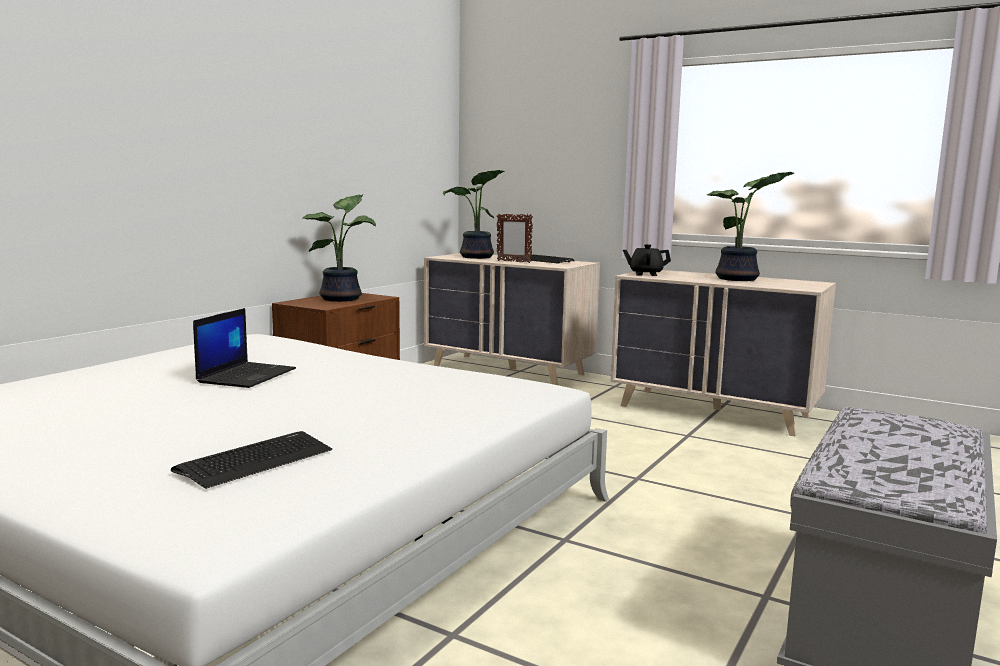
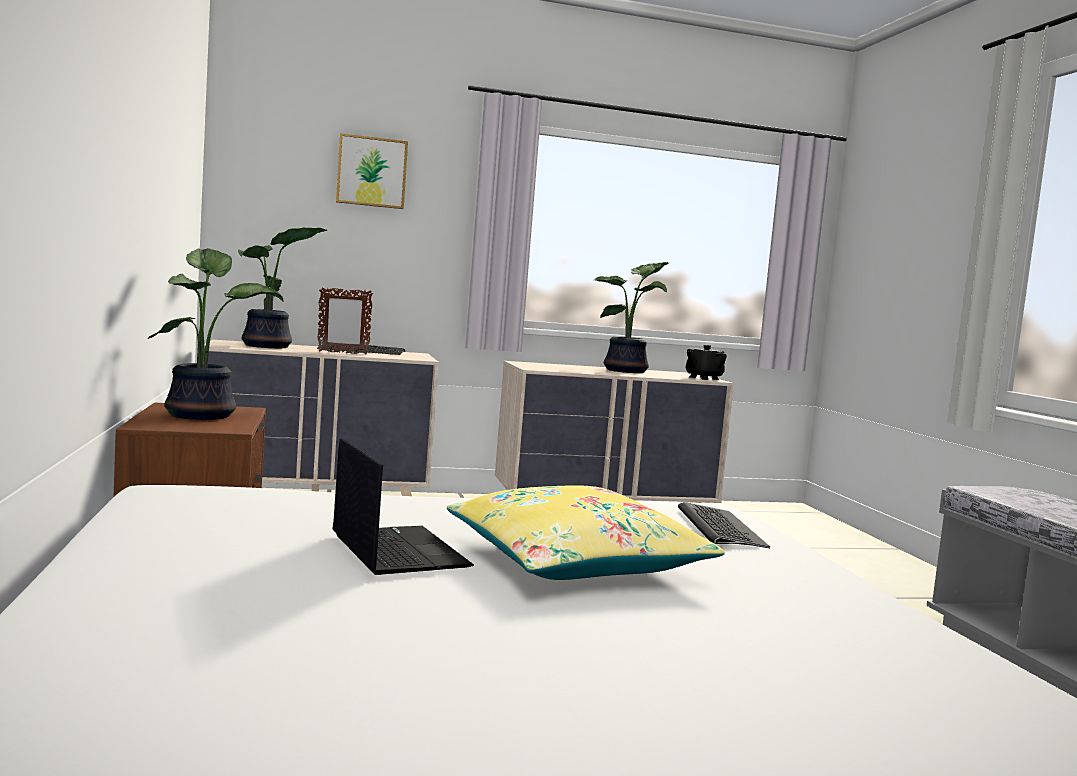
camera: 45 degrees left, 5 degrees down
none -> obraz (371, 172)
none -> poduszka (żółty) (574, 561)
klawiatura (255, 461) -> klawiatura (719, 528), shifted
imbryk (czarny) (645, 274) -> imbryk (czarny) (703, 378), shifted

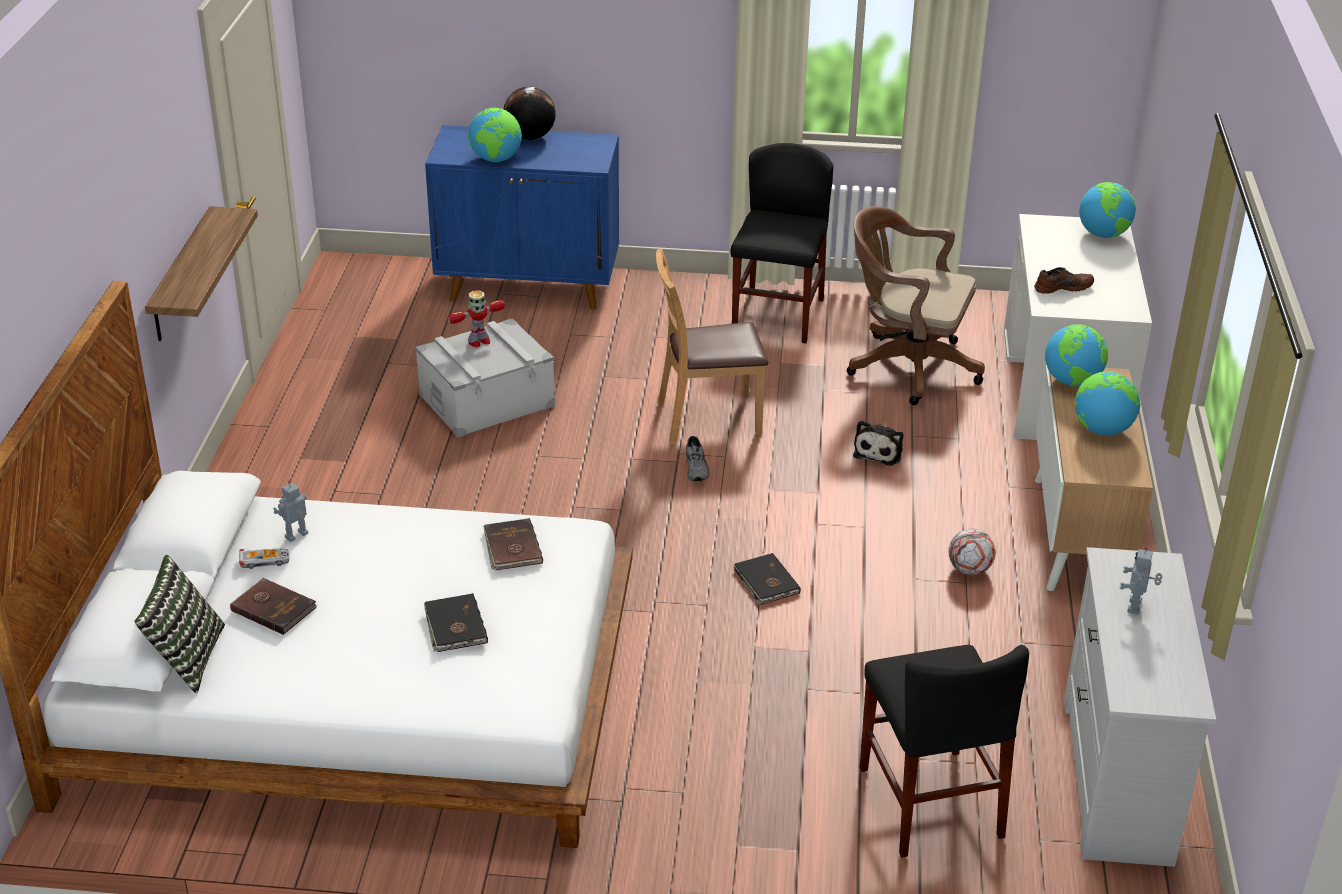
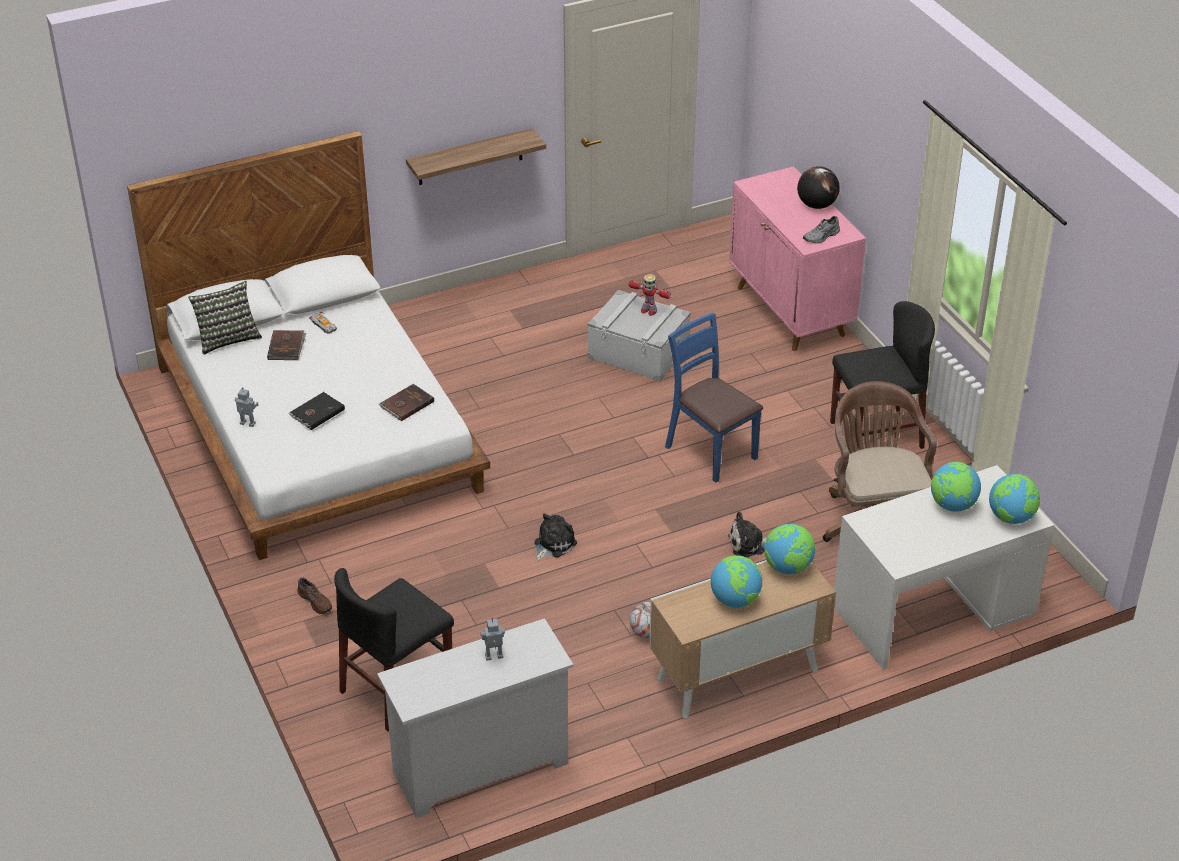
camera: 60 degrees right, 5 degrees up
robot zabawkowy (297, 536) -> robot zabawkowy (247, 424), shifted
but (brązowy) (1062, 287) -> but (brązowy) (316, 601), shifted
książka (czarny) (766, 582) -> pluszak (553, 544)
krzesło (brązowy) (707, 418) -> krzesło (niebieski) (710, 451)
szafka (niebieski) (529, 287) -> szafka (różowy) (790, 312)
but (szary) (697, 468) -> but (szary) (822, 237), shifted
globus (496, 160) -> globus (952, 505), shifted

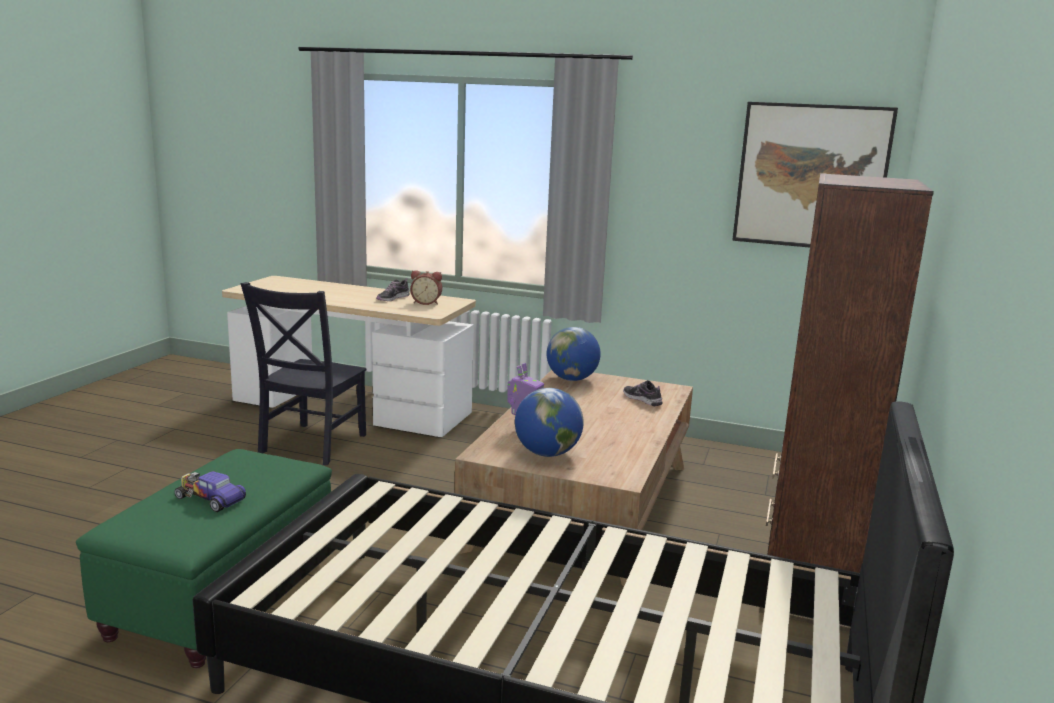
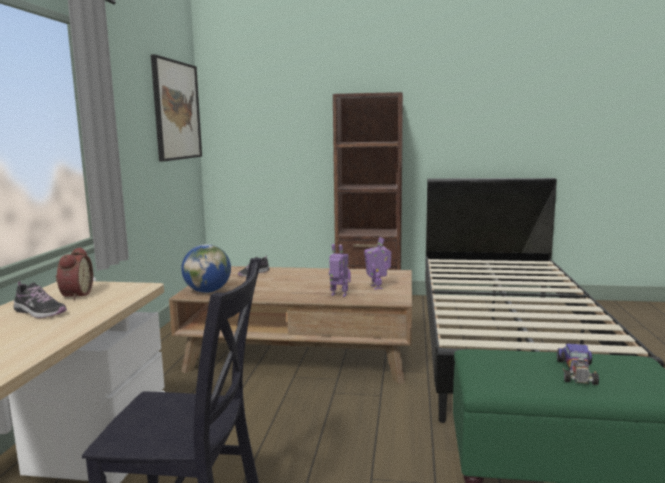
camera: 100 degrees left, 5 degrees down
globus (547, 453) -> robot zabawkowy (377, 287)

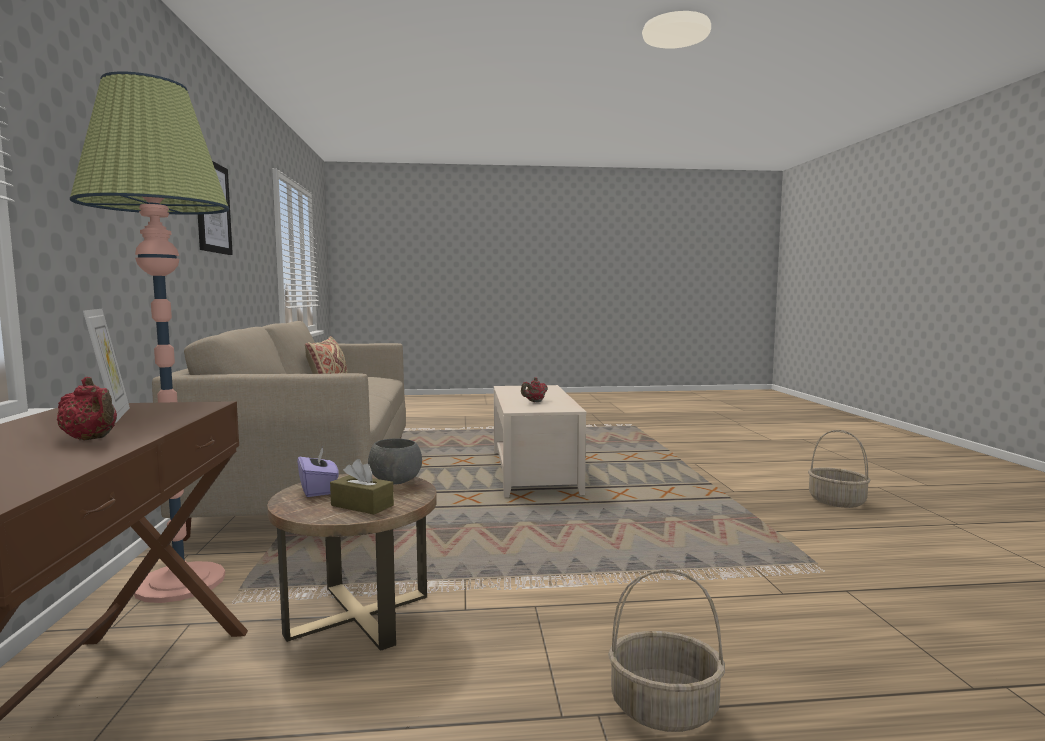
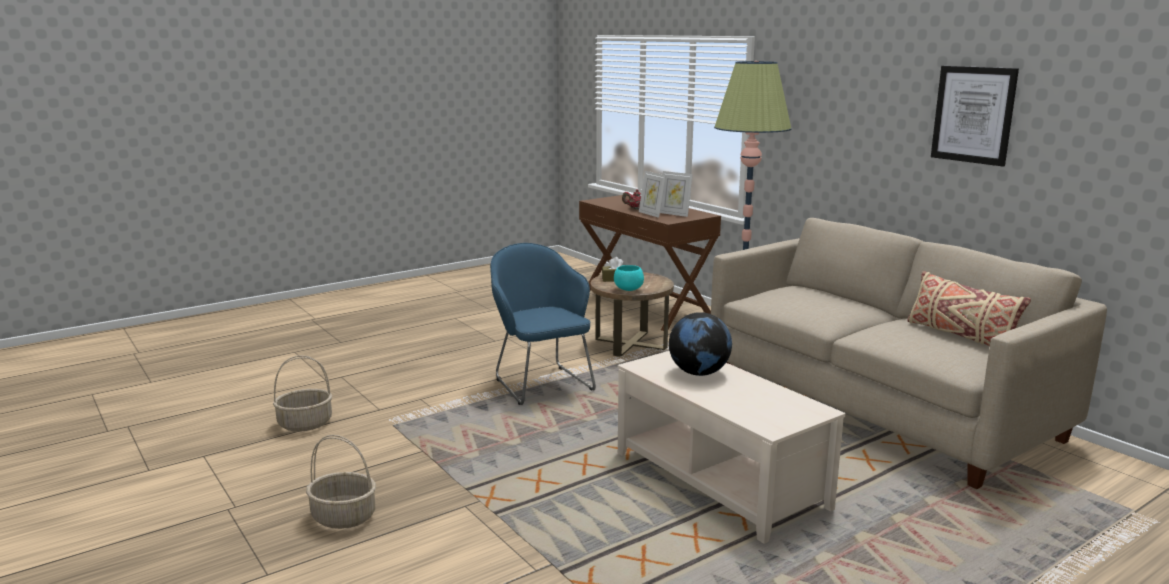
camera: 150 degrees right, 10 degrees up
koszyk (663, 709) -> koszyk (305, 423), shifted
none -> fotel (niebieski) (541, 383)
miska (szary) (395, 482) -> miska (turkusowy) (628, 289)
none -> ramka na zdjęcie (651, 214)
imbryk (czerwony) (534, 402) -> globus (699, 373)
pudełko chusteczek (fioletowy) (318, 489) -> none

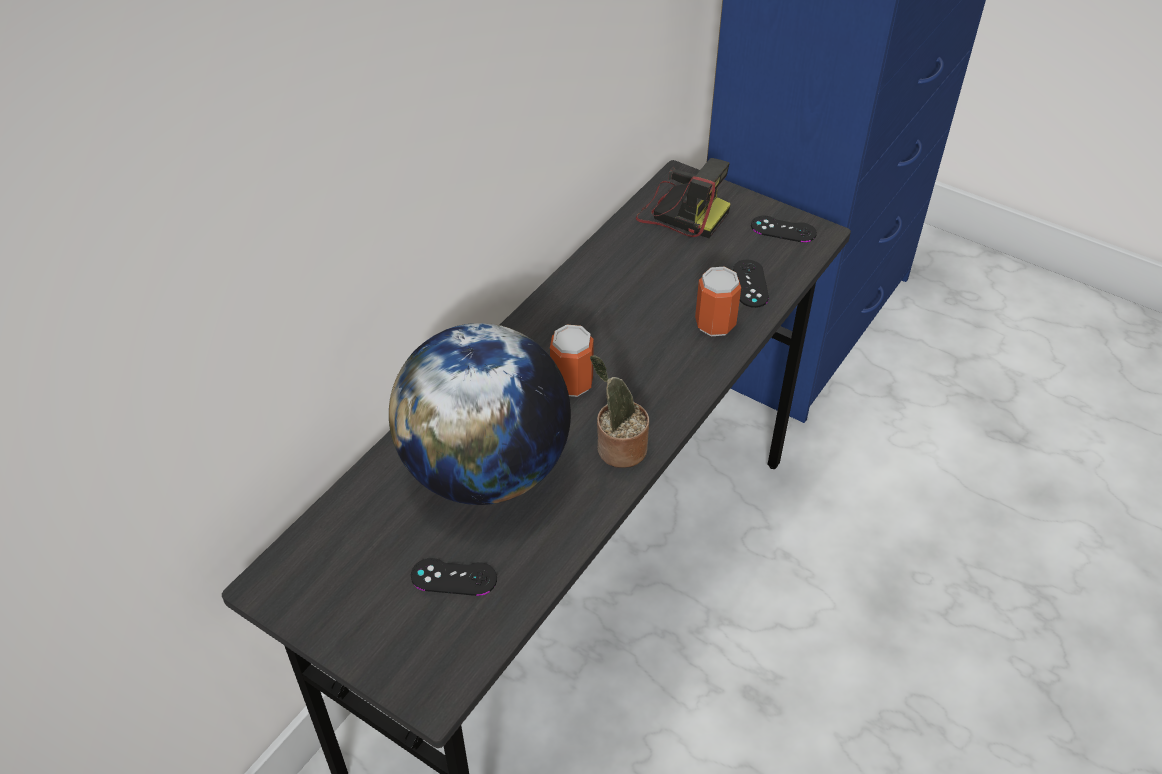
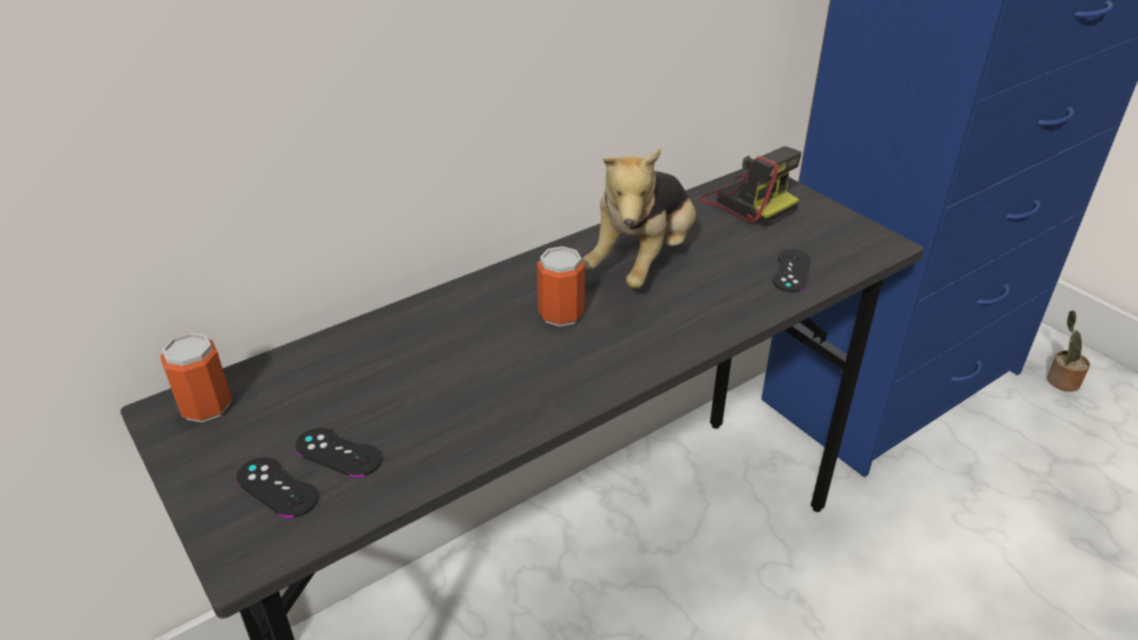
camera: 20 degrees right, 10 degrees down
puszka (715, 324) -> puszka (206, 406), shifted
pad do gier (czarny) (783, 229) -> pad do gier (czarny) (277, 487), shifted
none -> pluszak (642, 263)
roślina doniczkowa (618, 449) -> roślina doniczkowa (1060, 381), shifted
globus (486, 470) -> none

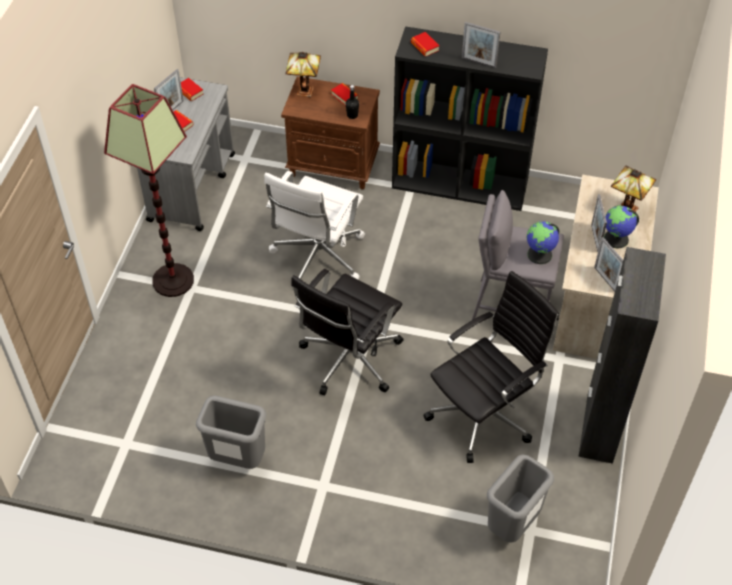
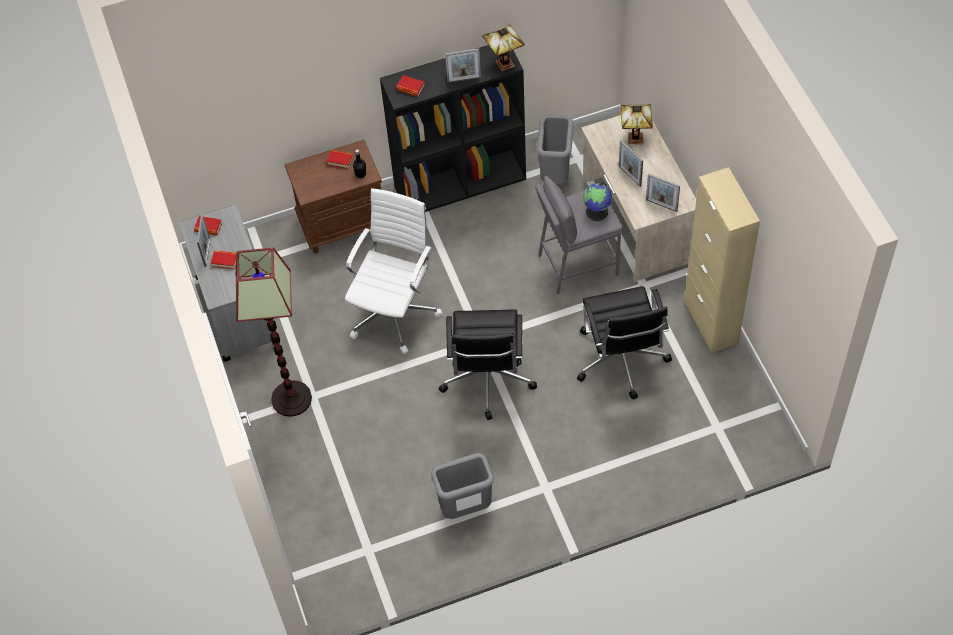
camera: 30 degrees left, 5 degrees up
krzesło biurowe (biały) (317, 257) -> krzesło biurowe (biały) (395, 311), 150 degrees counterclockwise
lampa stołowa (303, 91) -> lampa stołowa (504, 65), shifted
kosz na śmieci (szary) (513, 526) -> kosz na śmieci (szary) (555, 175), shifted
krzesło biurowe (czarny) (484, 414) -> krzesło biurowe (czarny) (621, 361), 150 degrees clockwise
szafka (czarny) (599, 428) -> szafka (beżowy) (711, 322)
globus (616, 239) -> none

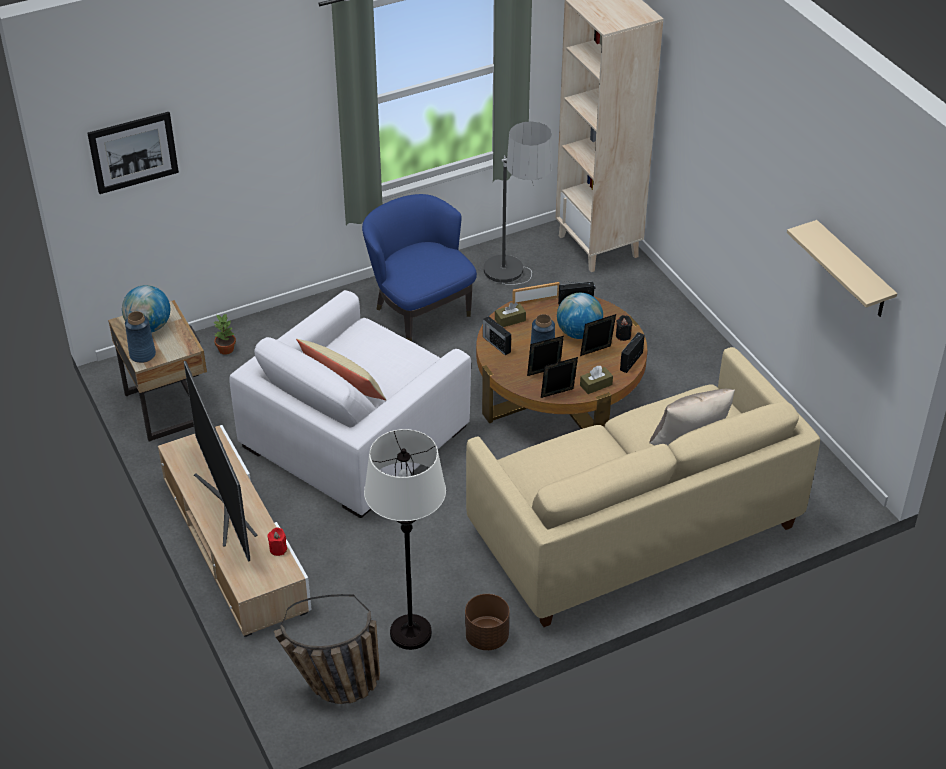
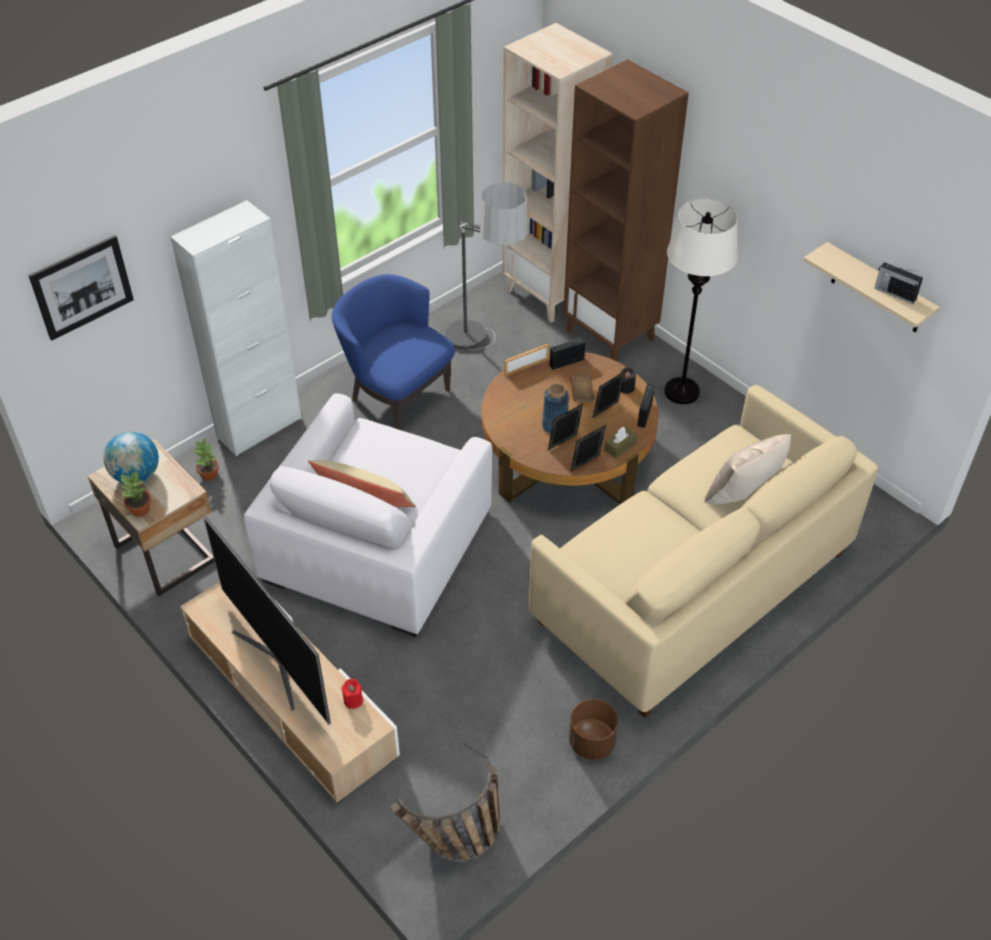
camera: 15 degrees left, 5 degrees up
wazon (niebieski) (142, 355) -> roślina doniczkowa (139, 510)
none -> szafka (biały) (259, 427)
none -> regał (brązowy) (611, 335)
globus (578, 333) -> książka (brązowy) (581, 393)
lampa stojąca (biały) (410, 633) -> lampa stojąca (biały) (681, 392), shifted
radio (496, 344) -> radio (894, 293), shifted
pudełko chusteczek (brązowy) (510, 320) -> none

